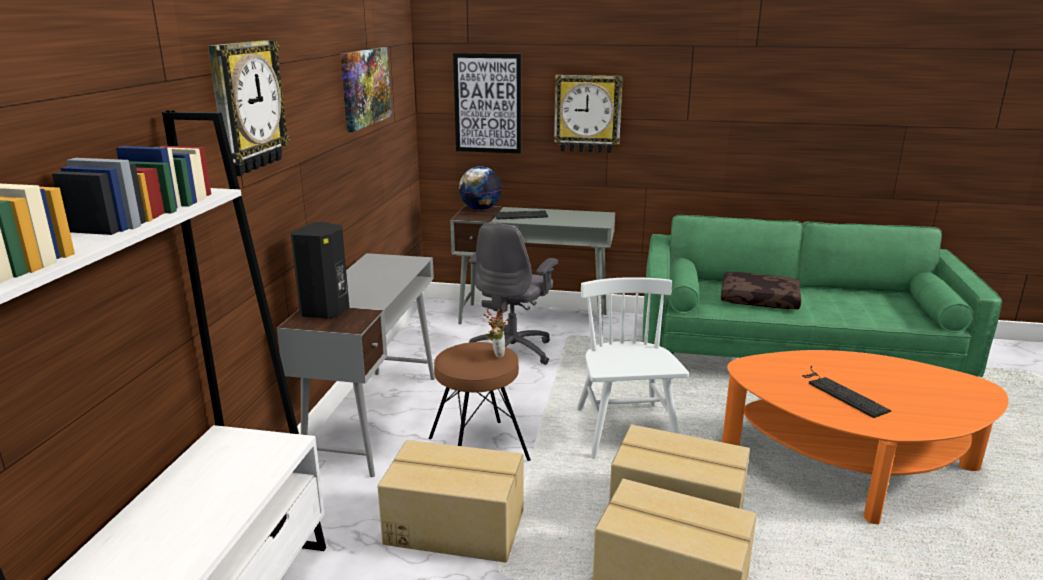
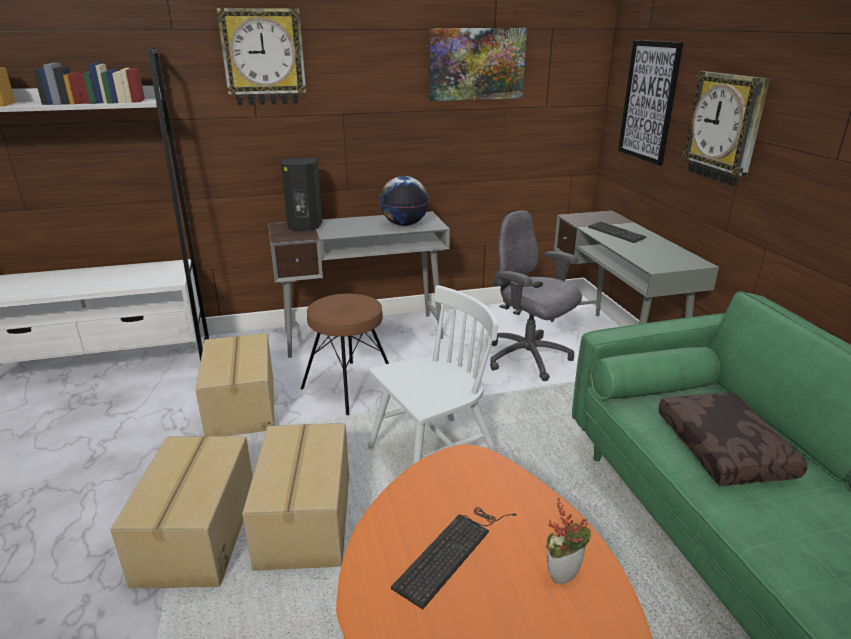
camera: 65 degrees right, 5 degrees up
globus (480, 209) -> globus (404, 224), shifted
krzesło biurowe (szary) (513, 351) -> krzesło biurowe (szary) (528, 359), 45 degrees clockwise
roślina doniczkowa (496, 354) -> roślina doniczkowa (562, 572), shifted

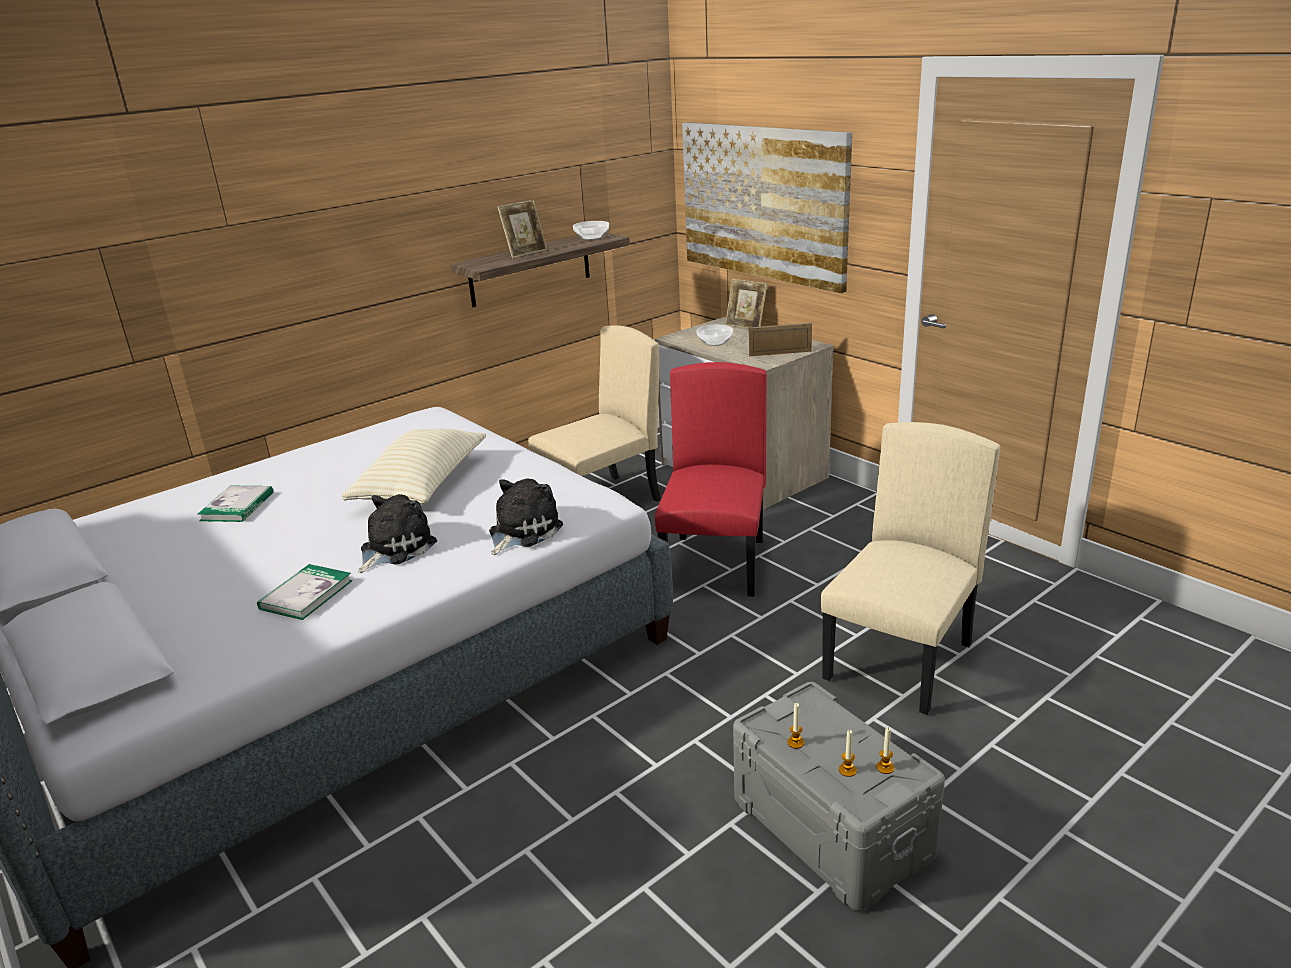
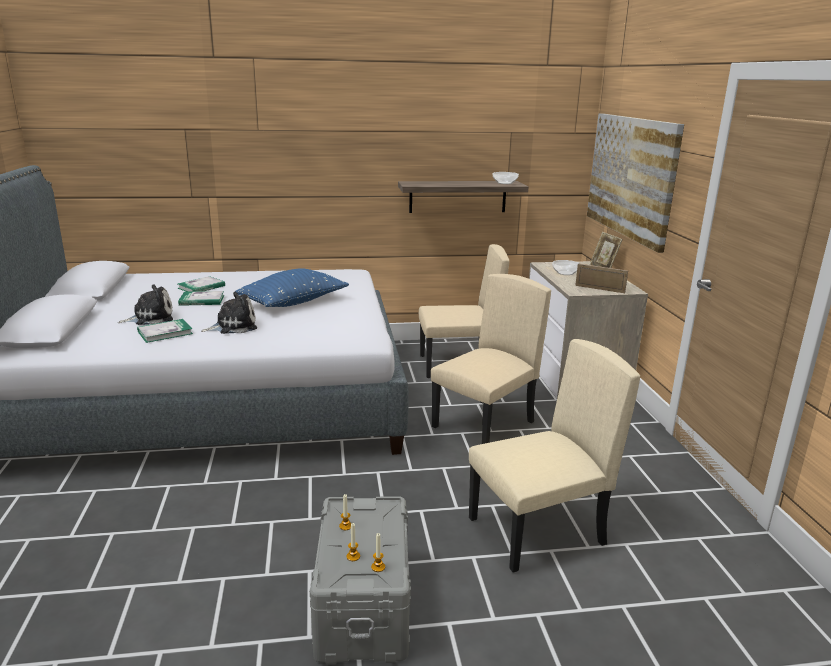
camera: 30 degrees right, 5 degrees down
pluszak (522, 531) -> pluszak (151, 318), shifted
none -> książka (202, 300)
poduszka (beżowy) (422, 485) -> poduszka (niebieski) (293, 302)
krzesło (czerwony) (716, 565) -> krzesło (beżowy) (484, 425)
ramka na zdjęcie (525, 253) -> none

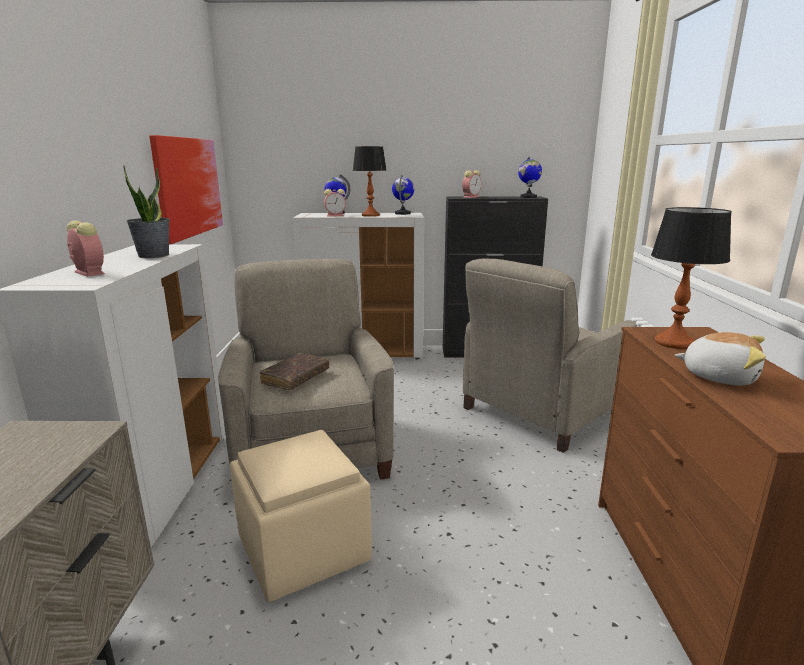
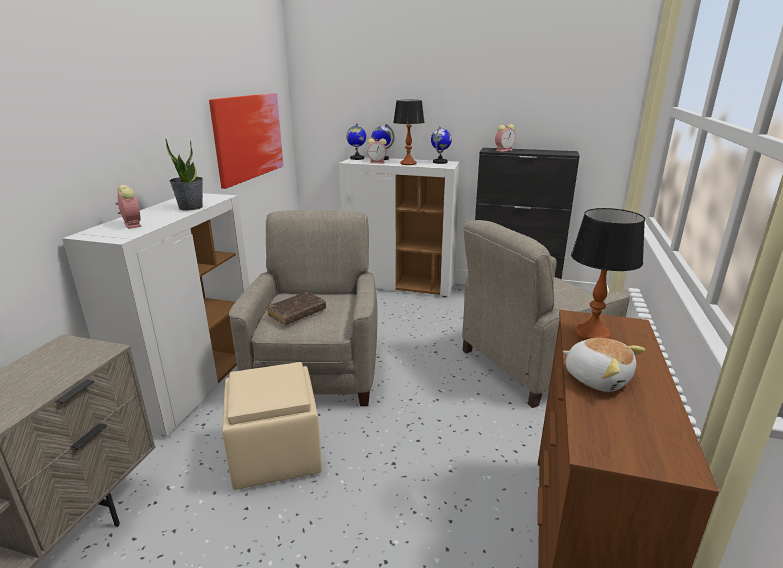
camera: 15 degrees right, 5 degrees up
globus (528, 197) -> globus (357, 158), shifted

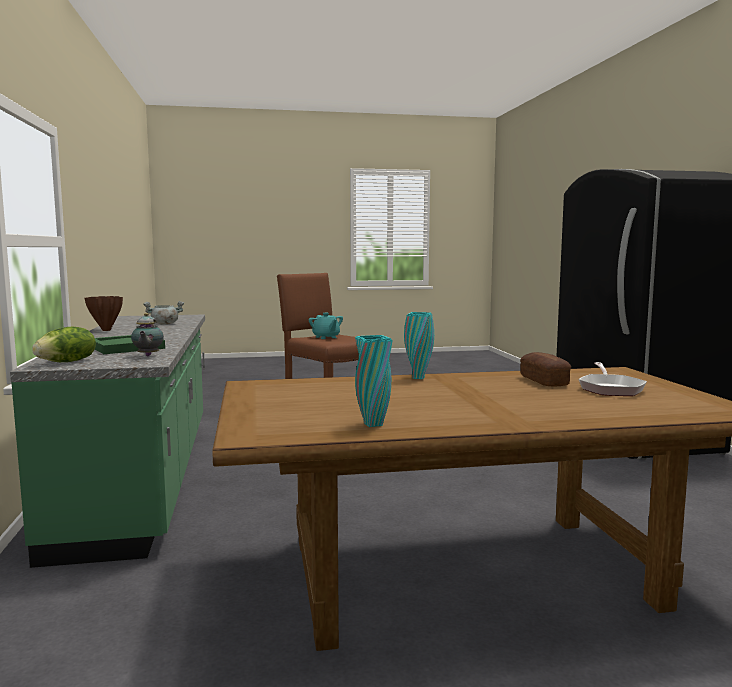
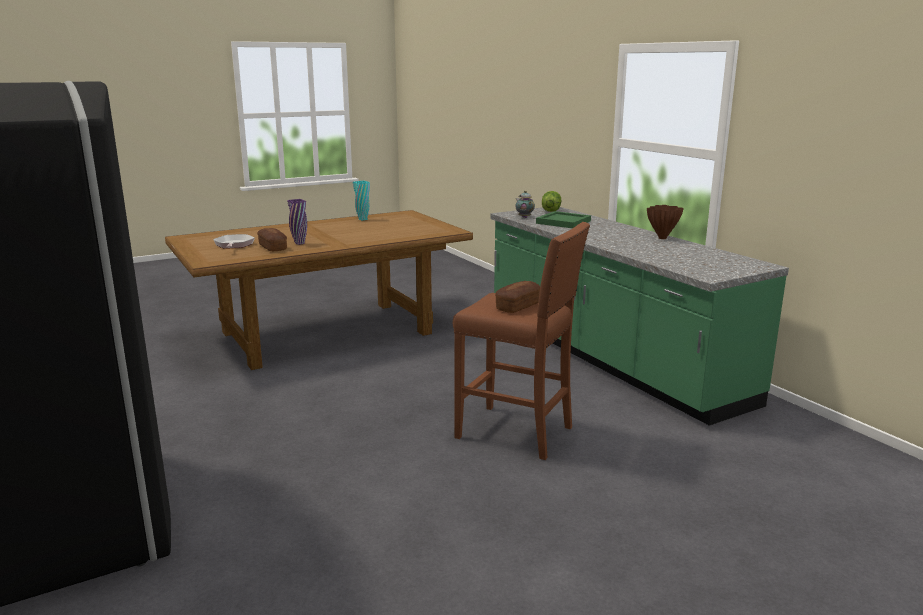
camera: 160 degrees right, 10 degrees up
none -> wazon (fioletowy) (299, 243)
imbryk (turkusowy) (326, 337) -> chleb (518, 306)
garnek (szary) (164, 324) -> none
wazon (turkusowy) (418, 377) -> none

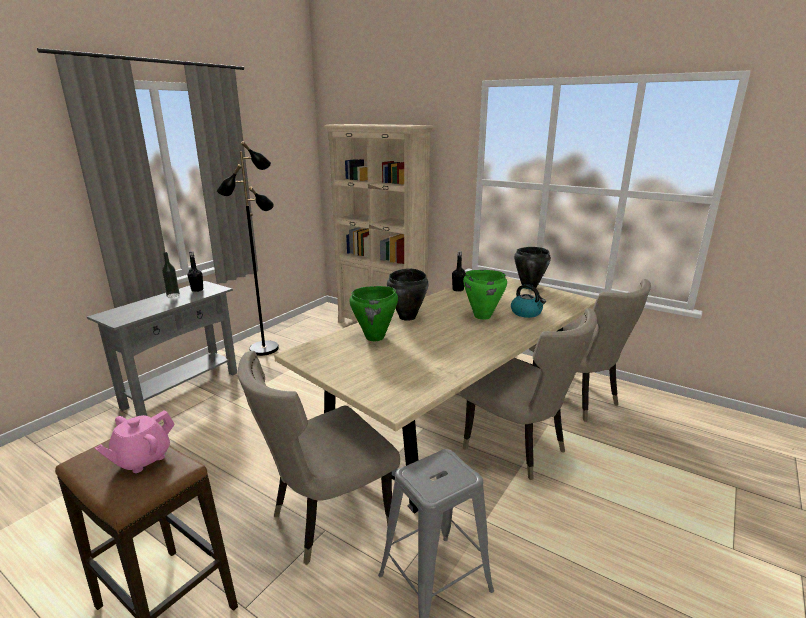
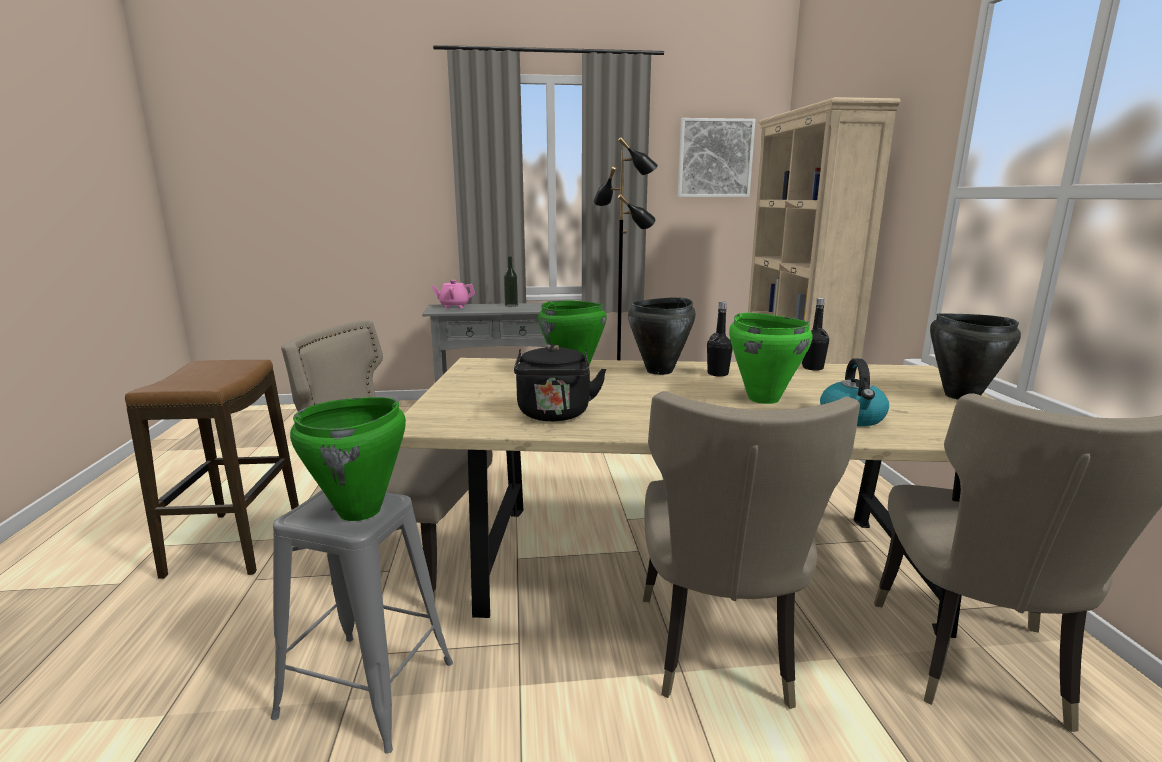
camera: 50 degrees right, 5 degrees down
none -> garnek (zielony) (360, 511)
imbryk (różowy) (142, 459) -> imbryk (różowy) (454, 306), shifted
none -> czajnik (czarny) (554, 415)
none -> obraz (715, 158)
butelka (czarny) (197, 290) -> butelka (czarny) (717, 374), shifted

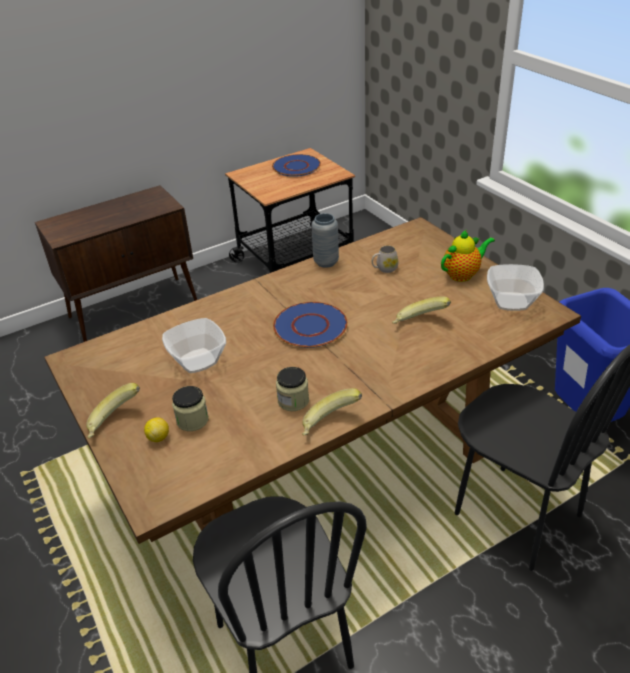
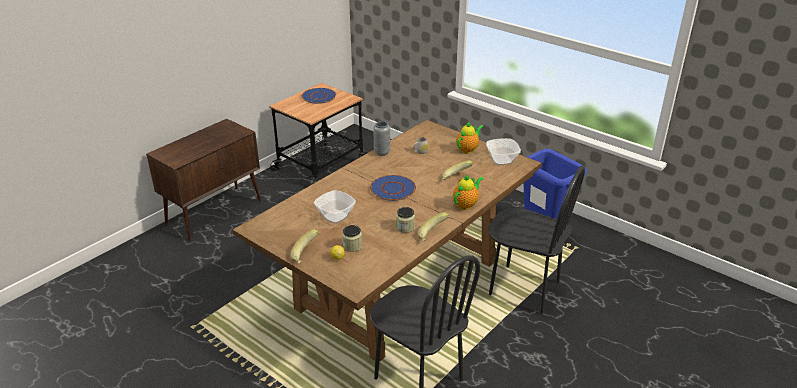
camera: 20 degrees left, 5 degrees down
none -> imbryk (466, 204)

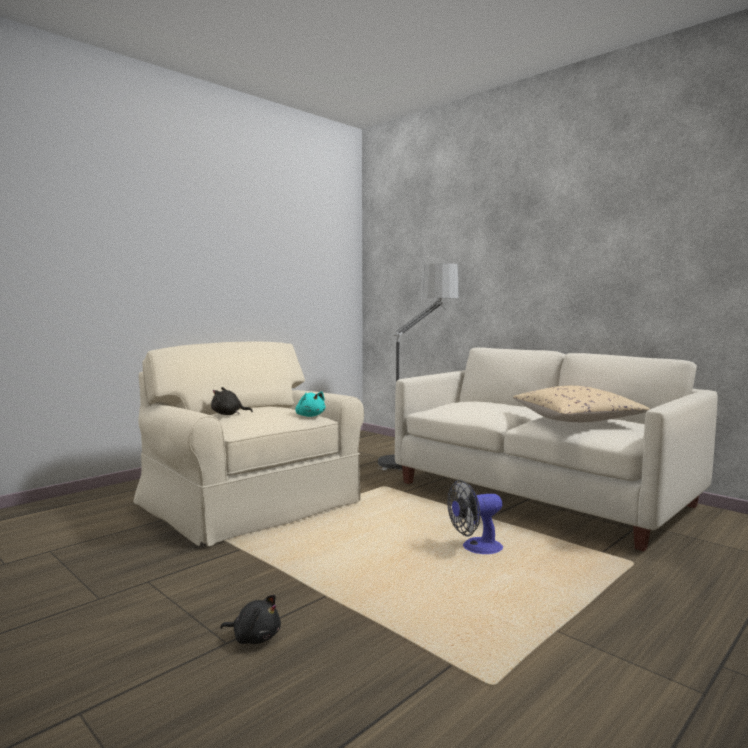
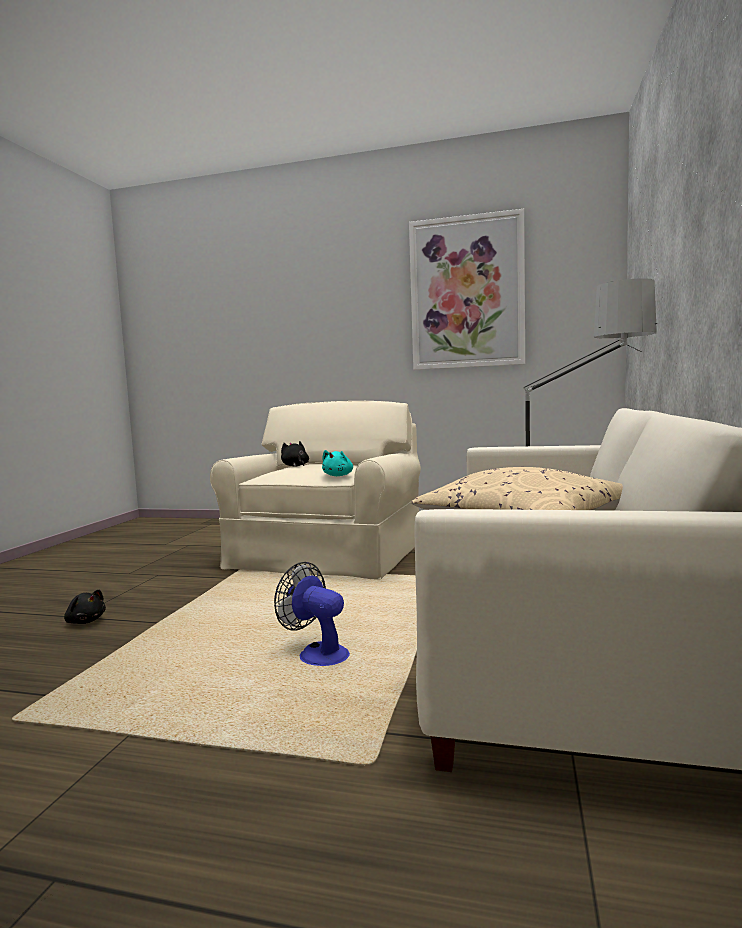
camera: 60 degrees right, 0 degrees up
pluszak (czarny) (254, 637) -> pluszak (czarny) (85, 621), 45 degrees counterclockwise
none -> obraz (467, 293)

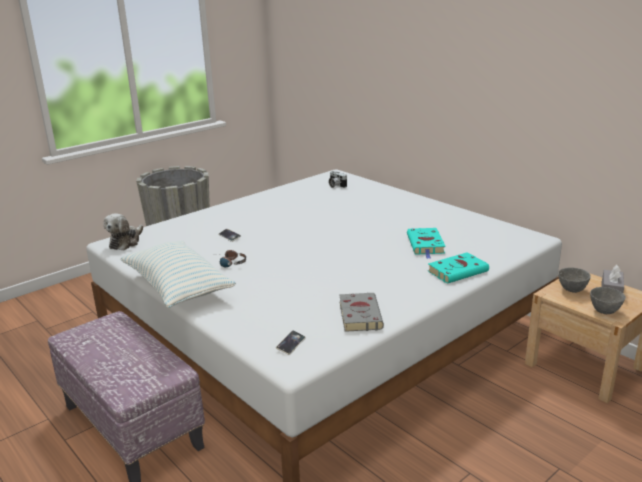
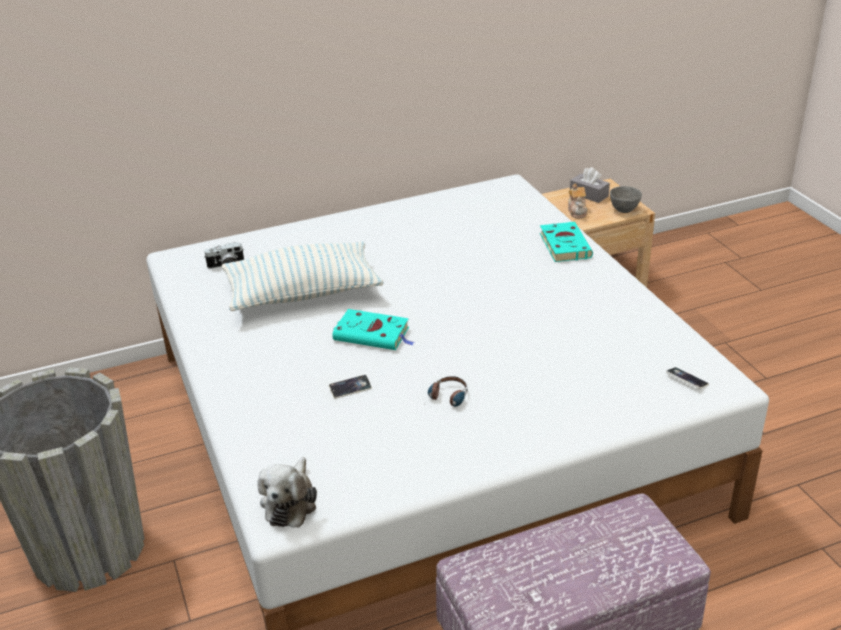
camera: 70 degrees left, 10 degrees up
poduszka (177, 287) -> poduszka (303, 293), shifted
pluszak (126, 242) -> pluszak (290, 502), 60 degrees clockwise
książka (turkusowy) (426, 245) -> książka (turkusowy) (373, 334), shifted
miska (szary) (572, 290) -> imbryk (577, 211)
książka (szary) (359, 314) -> none

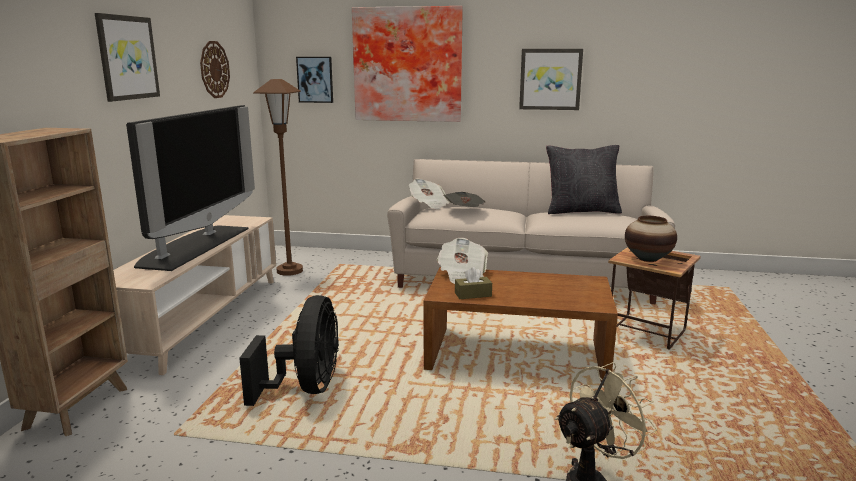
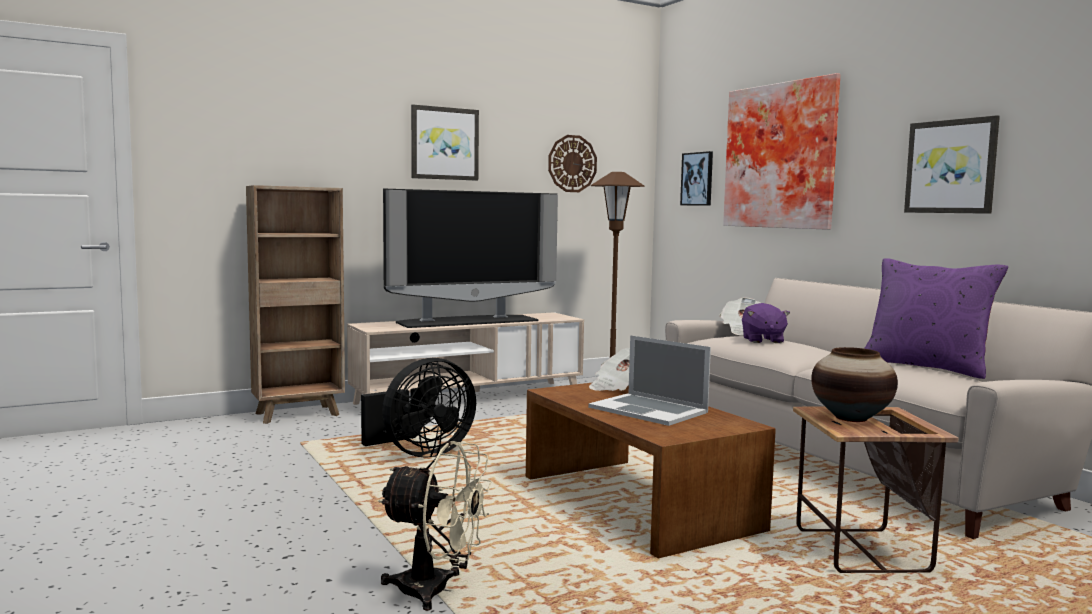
camera: 50 degrees right, 10 degrees down
none -> laptop (648, 410)
gazeta (465, 211) -> pluszak (fioletowy) (762, 340)
poduszka (czarny) (581, 211) -> poduszka (fioletowy) (926, 367)
pudełko chusteczek (brązowy) (473, 294) -> none

